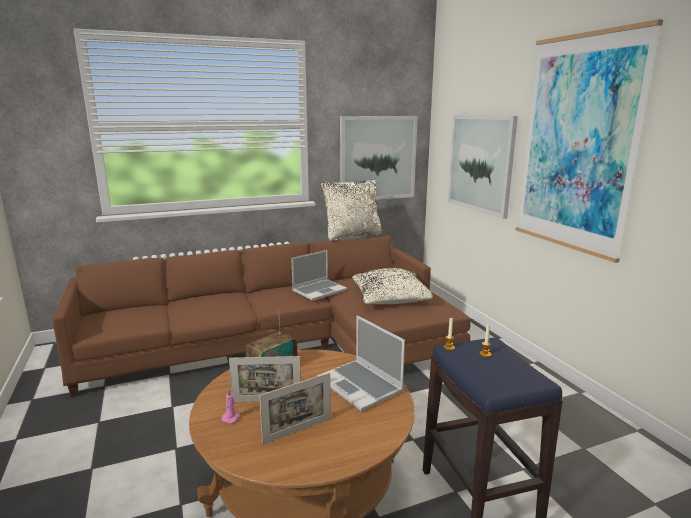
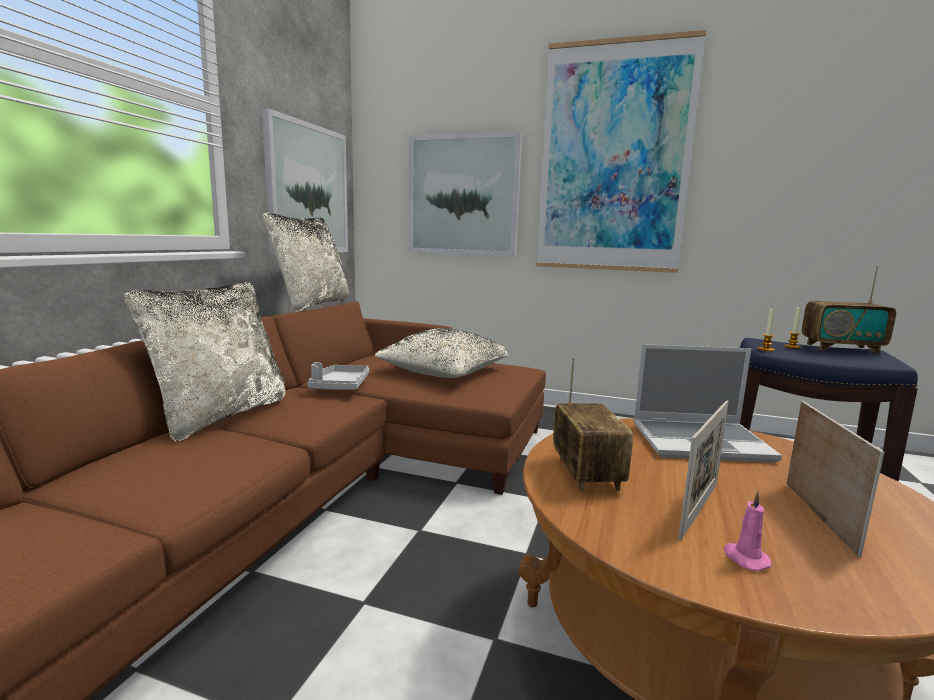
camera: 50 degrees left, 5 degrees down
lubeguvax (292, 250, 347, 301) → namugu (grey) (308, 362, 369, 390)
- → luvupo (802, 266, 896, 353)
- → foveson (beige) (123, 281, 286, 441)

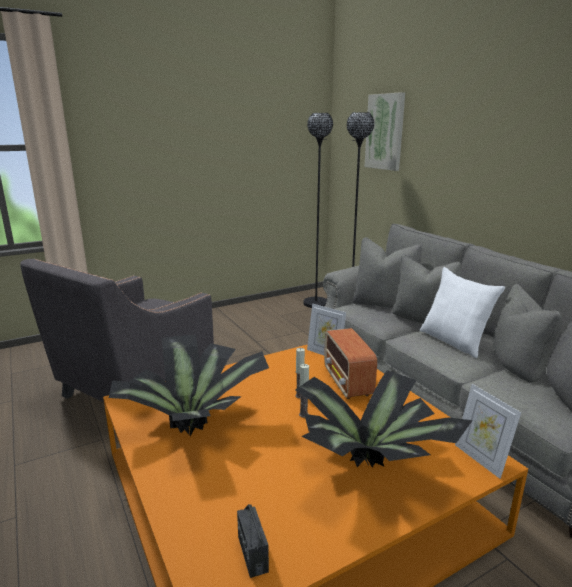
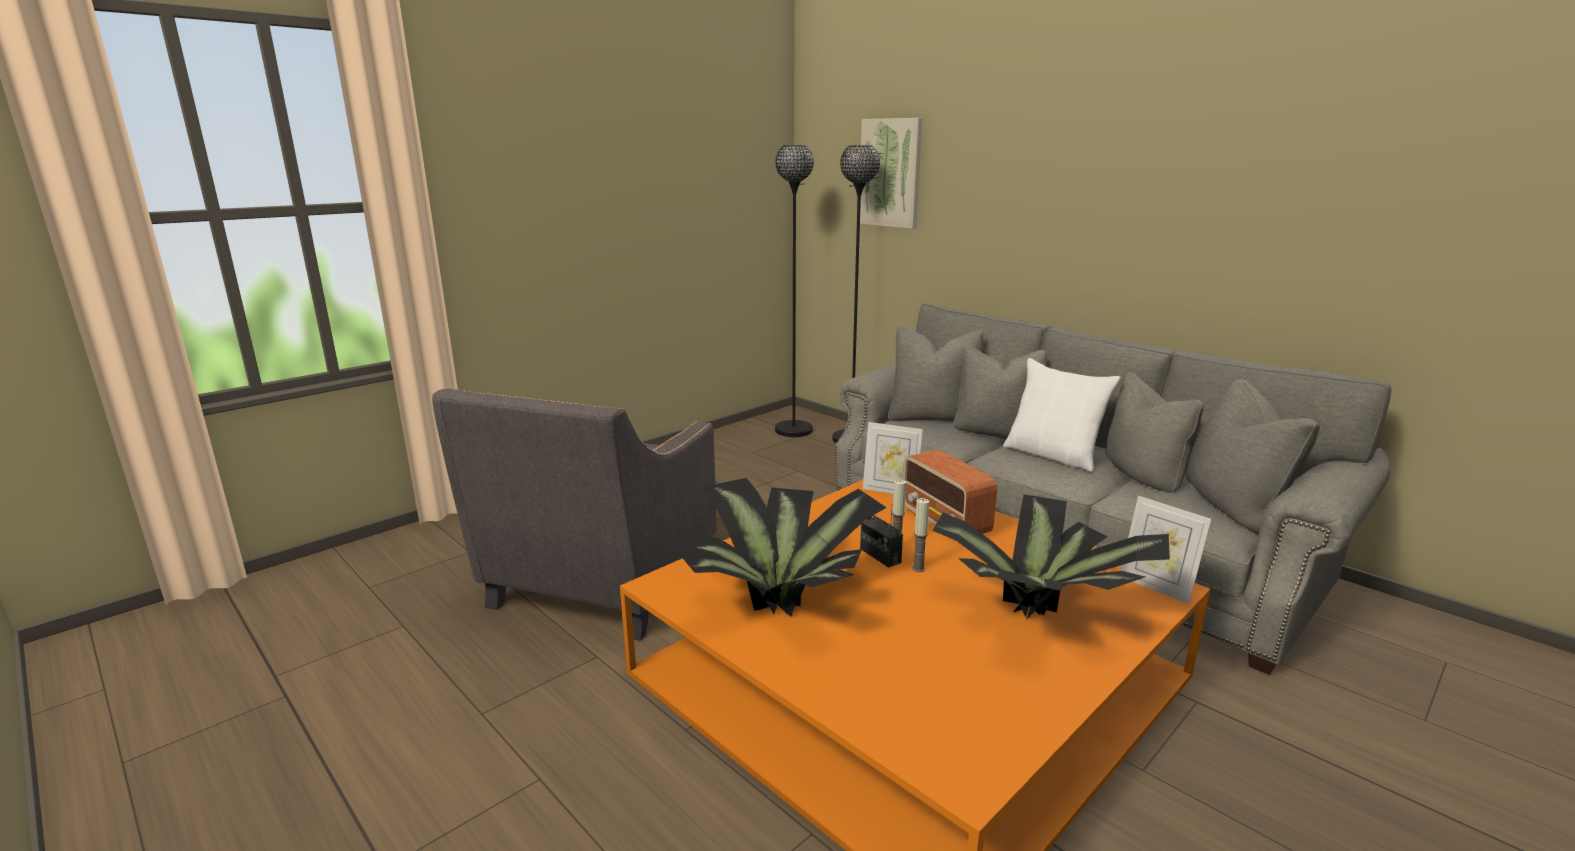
camera: 15 degrees left, 0 degrees up
luvupo (237, 504, 269, 578) → luvupo (860, 509, 903, 568), shifted

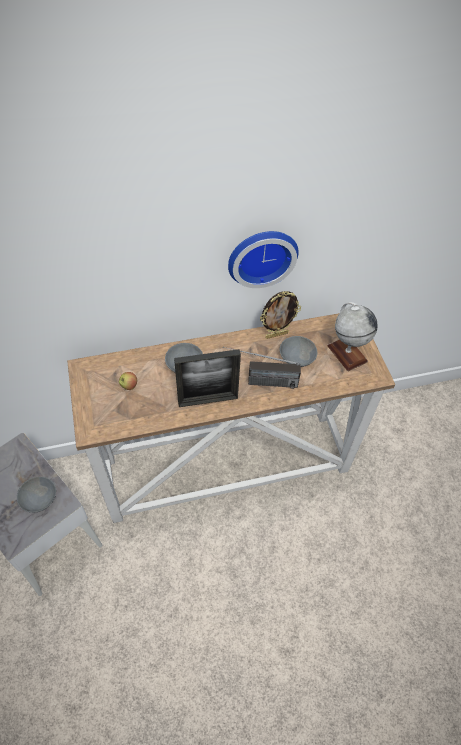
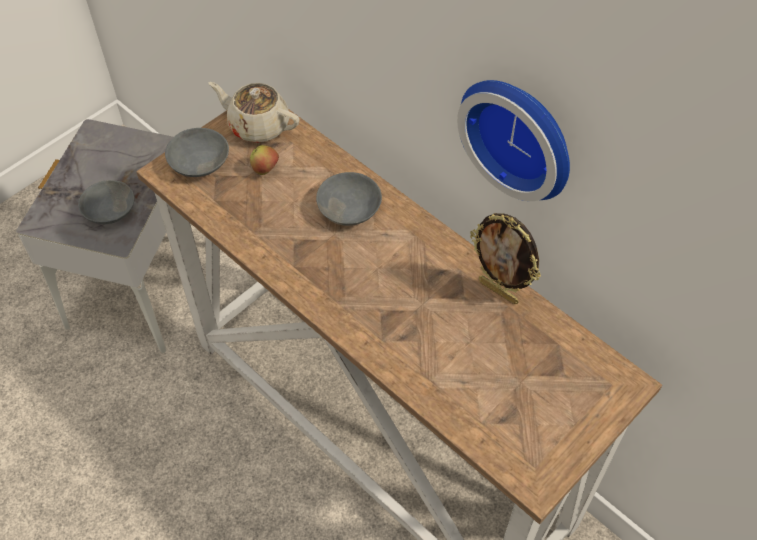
camera: 60 degrees right, 0 degrees up
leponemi (327, 302, 378, 371) → -
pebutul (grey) (280, 336, 317, 367) → pebutul (grey) (165, 128, 229, 177), shifted
luvupo (223, 347, 301, 389) → -
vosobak (174, 349, 241, 407) → -
- → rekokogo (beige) (208, 82, 300, 143)

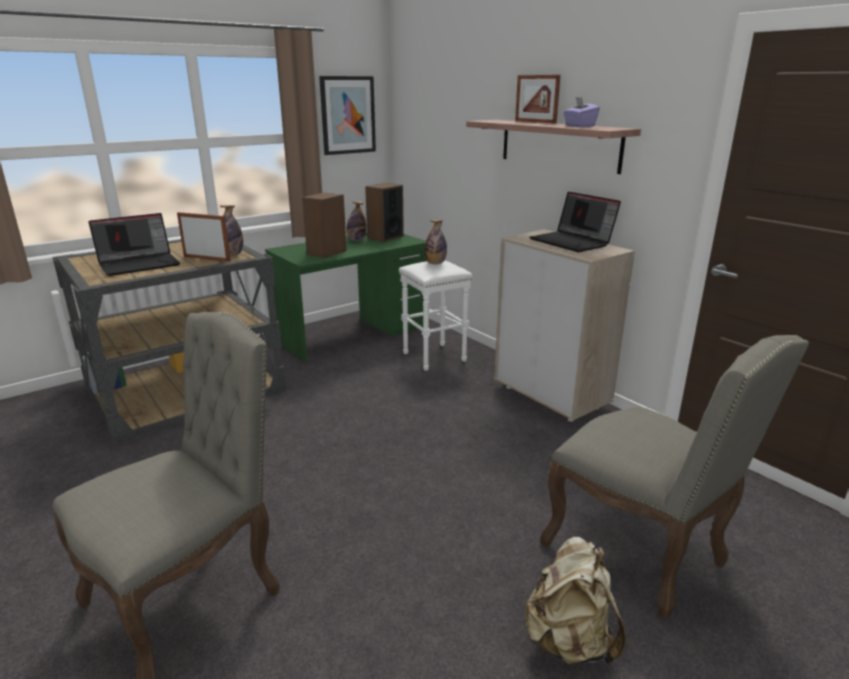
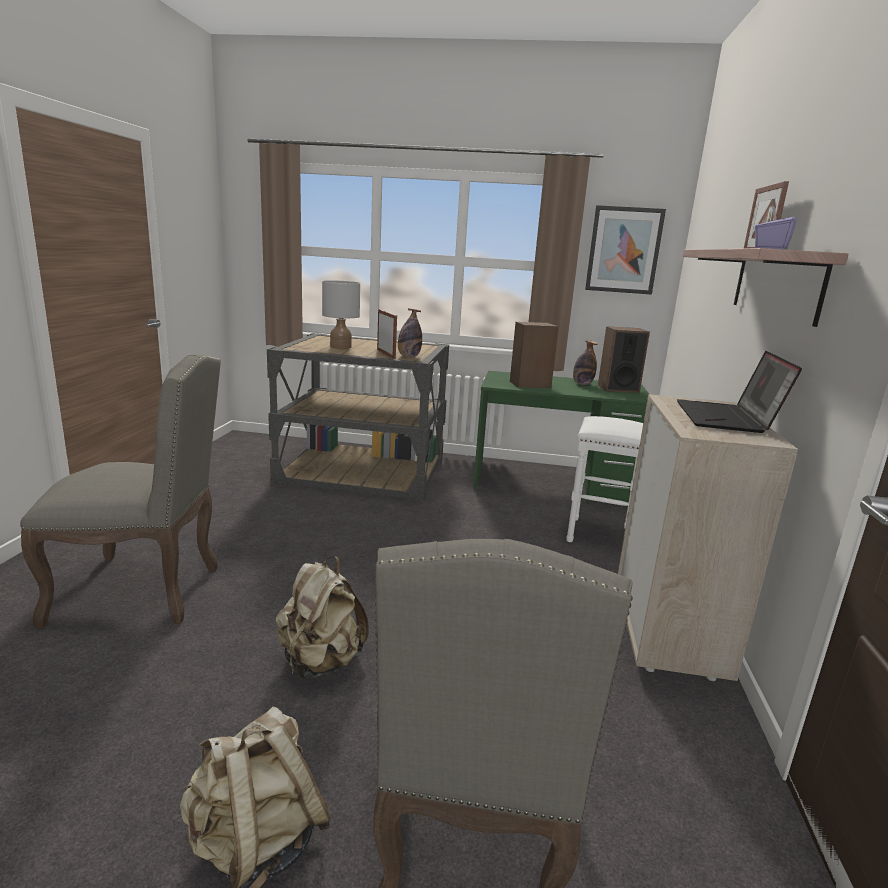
camera: 45 degrees right, 5 degrees down
lubeguvax (88, 213, 180, 276) → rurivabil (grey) (322, 280, 360, 349)
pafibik (425, 220, 447, 264) → -
- → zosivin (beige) (275, 557, 369, 680)

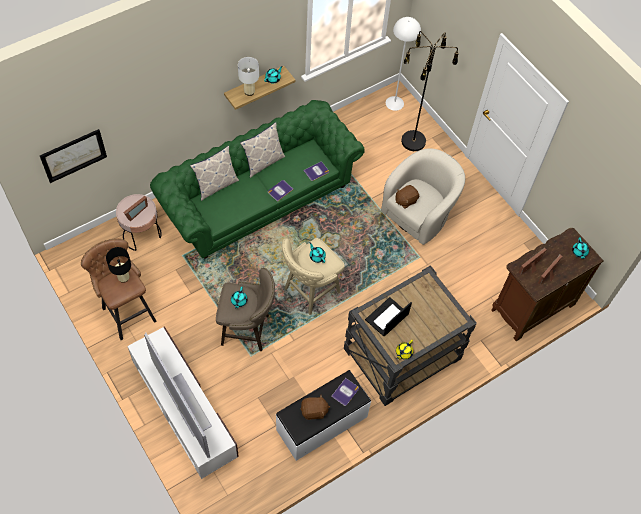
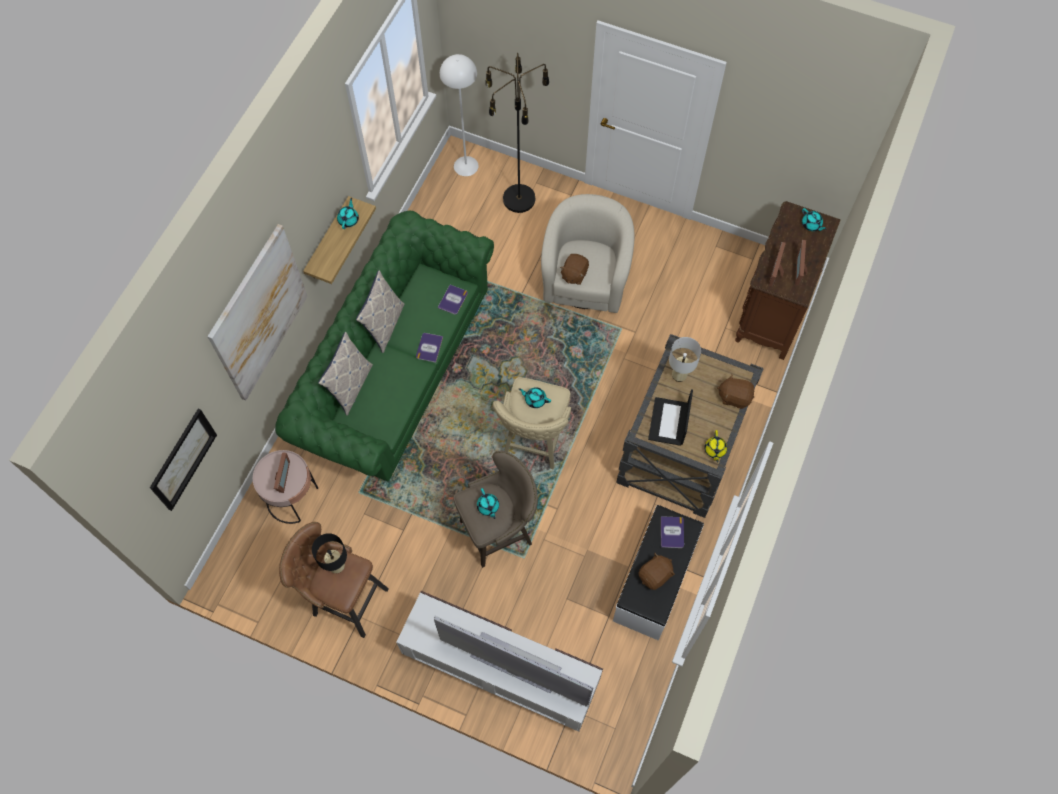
camera: 30 degrees left, 5 degrees up
rurivabil (white) (238, 57, 259, 96) → rurivabil (white) (669, 337, 701, 382), shifted
- → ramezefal (207, 224, 308, 401)
- → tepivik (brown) (717, 374, 754, 409)

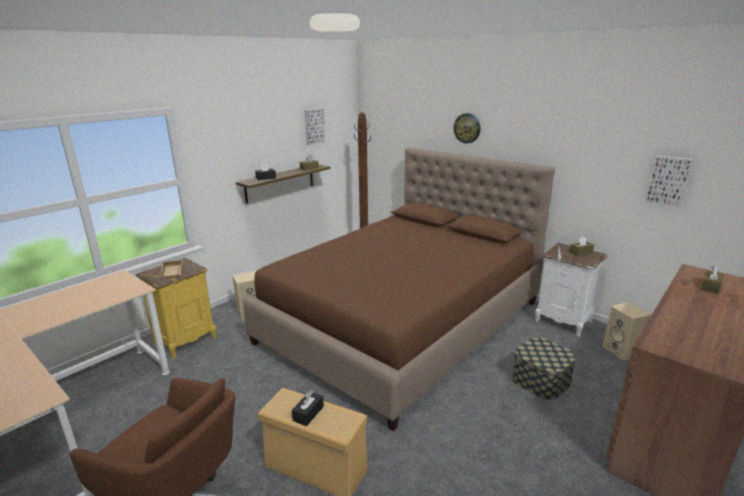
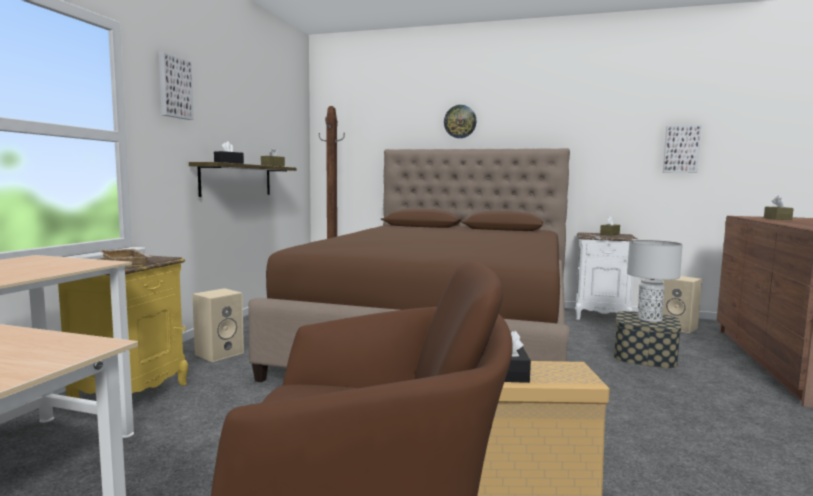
camera: 25 degrees left, 15 degrees down
ramezefal (305, 108, 325, 145) → ramezefal (159, 52, 194, 120), shifted
- → rurivabil (white) (627, 240, 683, 322)

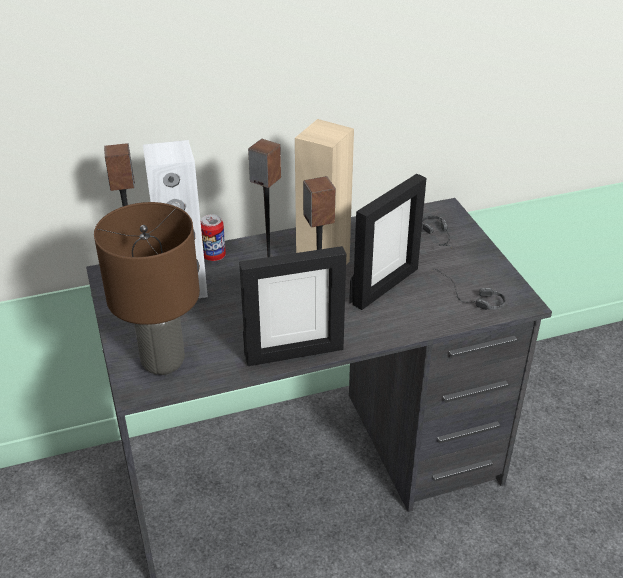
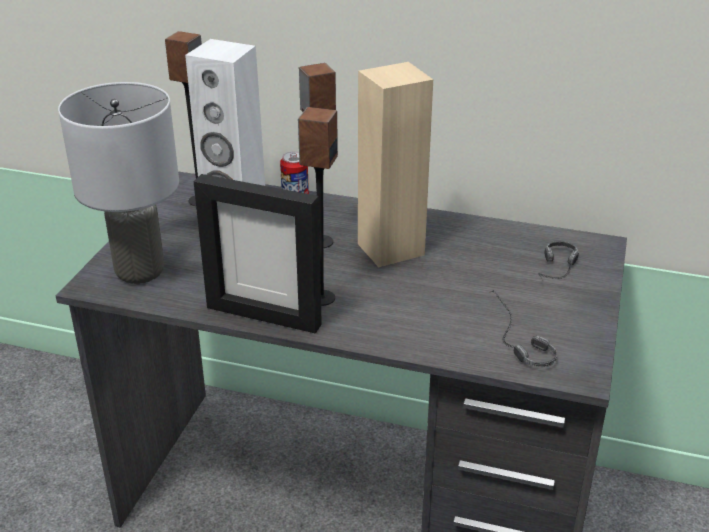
camera: 35 degrees right, 5 degrees down
vosobak (349, 174, 427, 310) → -
rurivabil (brown) (94, 202, 200, 375) → rurivabil (white) (58, 82, 179, 284)

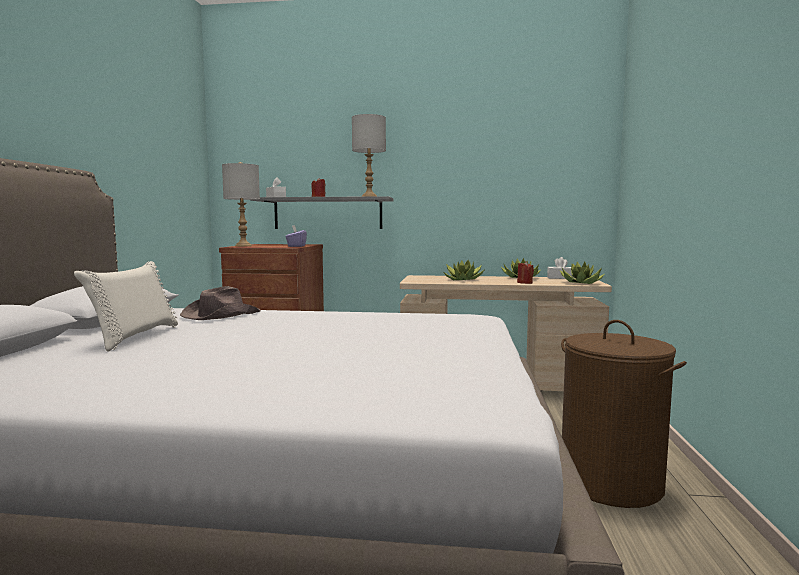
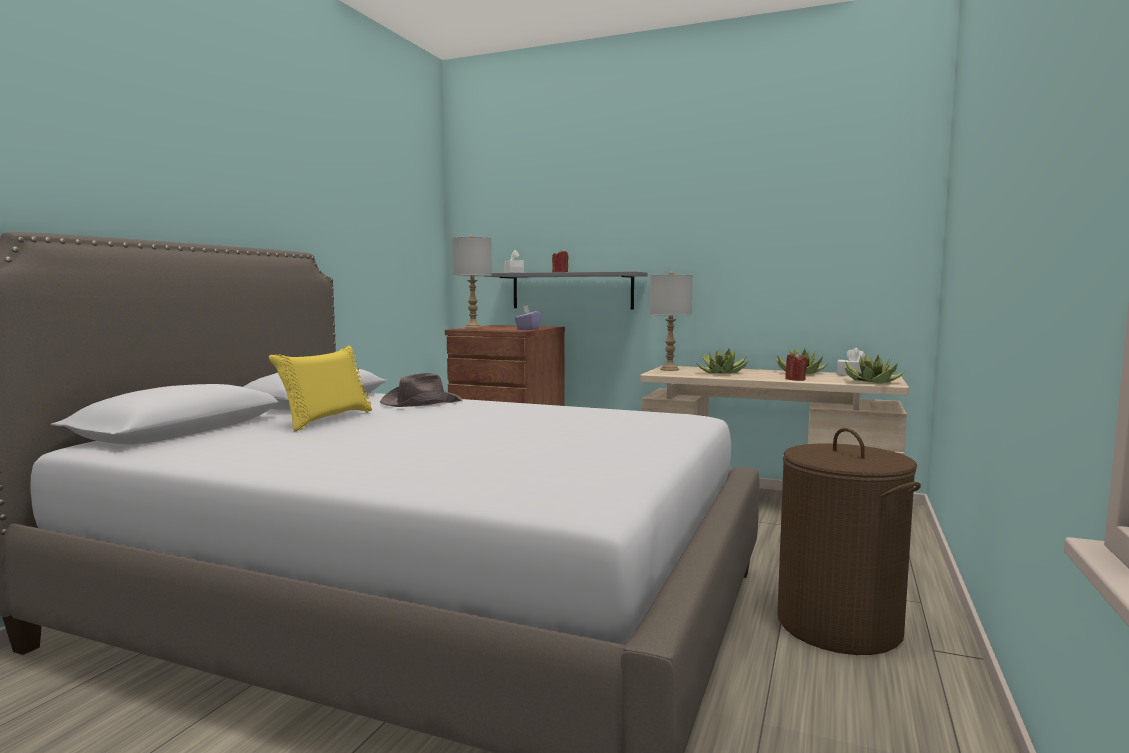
camera: 15 degrees right, 0 degrees up
rurivabil (grey) (352, 114, 386, 197) → rurivabil (grey) (650, 271, 693, 371), shifted
foveson (white) (74, 261, 178, 351) → foveson (yellow) (269, 346, 372, 431)

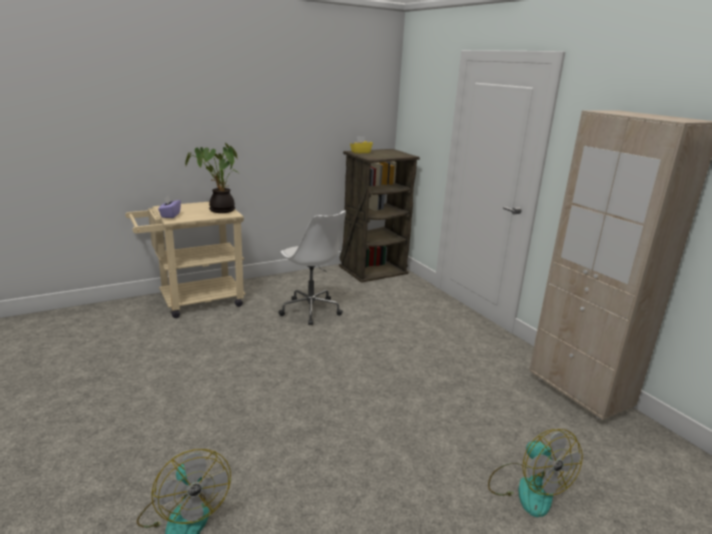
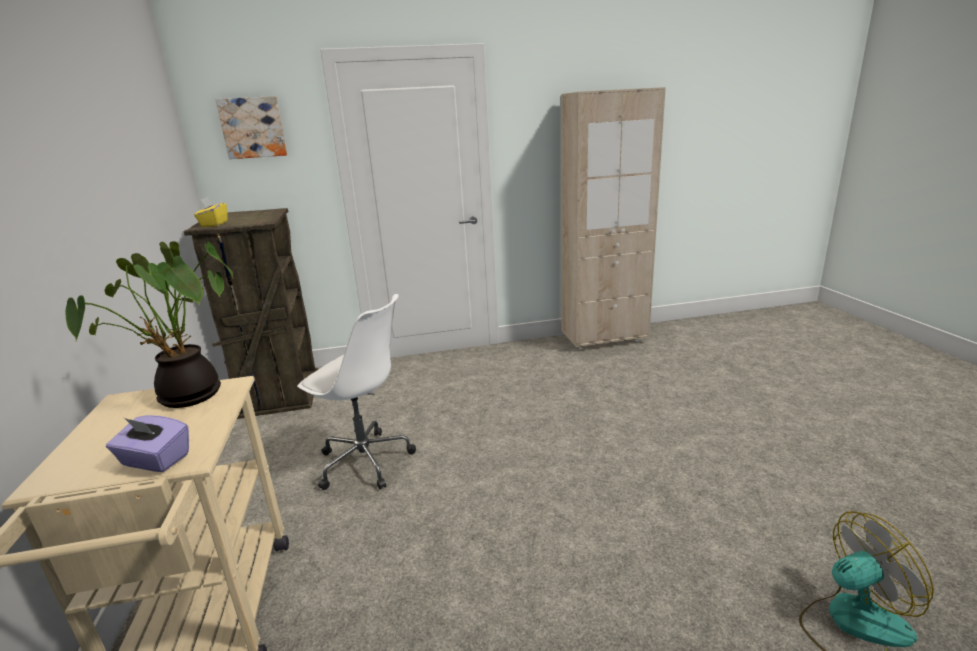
camera: 70 degrees left, 0 degrees up
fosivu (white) (278, 210, 346, 325) → fosivu (white) (297, 294, 416, 490), 45 degrees clockwise
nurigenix (488, 429, 583, 517) → -
- → ramezefal (216, 96, 287, 159)

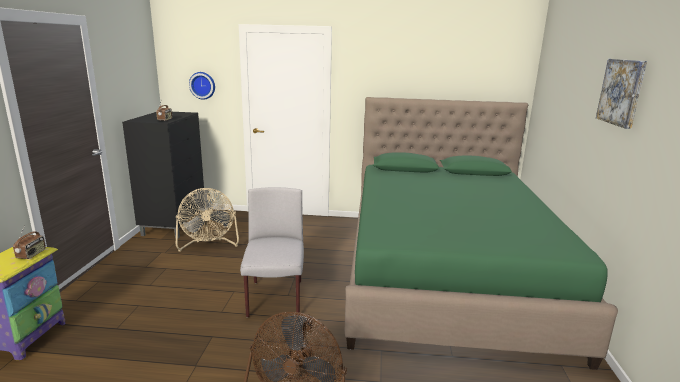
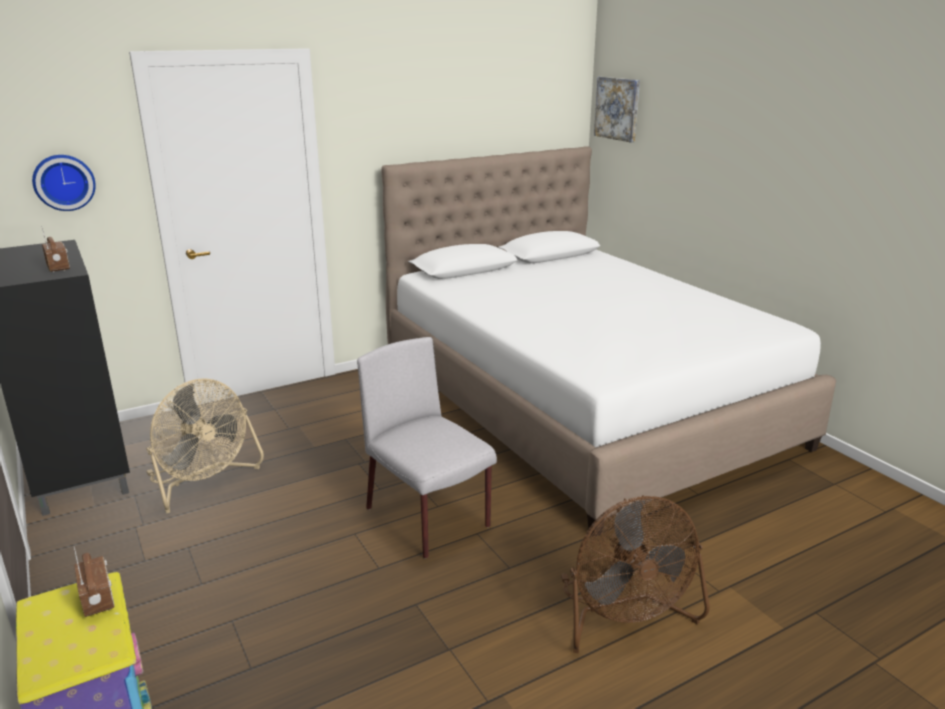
camera: 35 degrees left, 5 degrees up
ramezefal (596, 59, 647, 129) → ramezefal (594, 77, 640, 143), shifted
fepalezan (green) (345, 97, 618, 370) → fepalezan (white) (381, 146, 836, 537)

